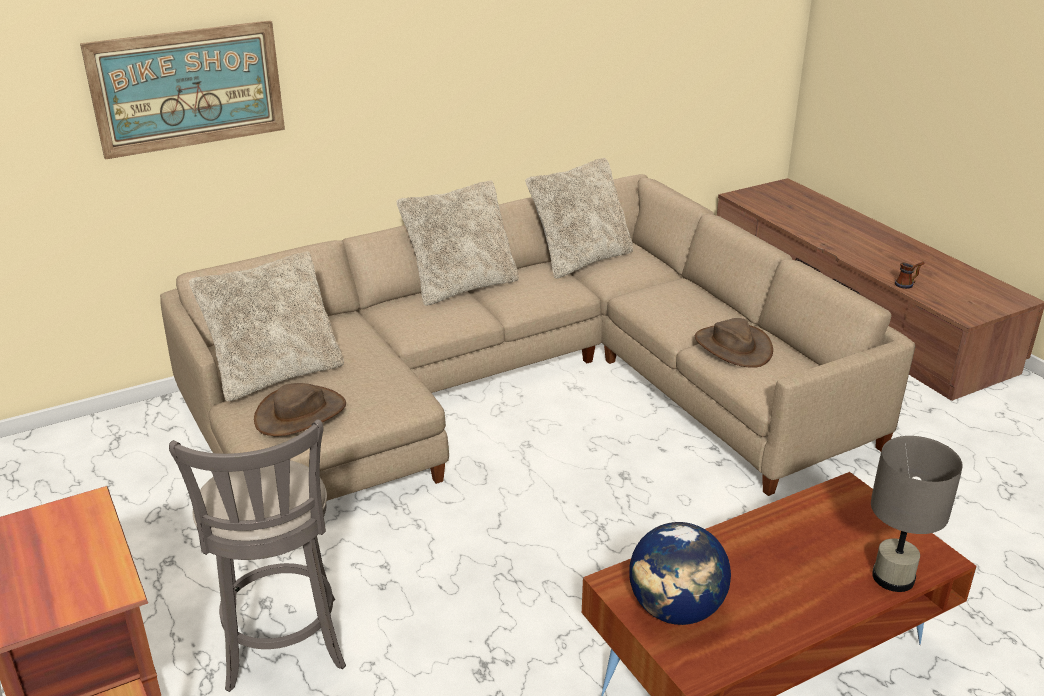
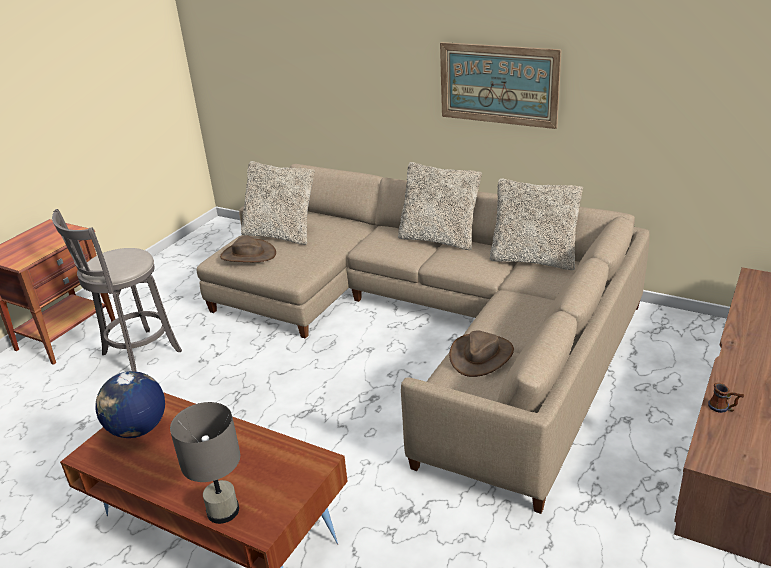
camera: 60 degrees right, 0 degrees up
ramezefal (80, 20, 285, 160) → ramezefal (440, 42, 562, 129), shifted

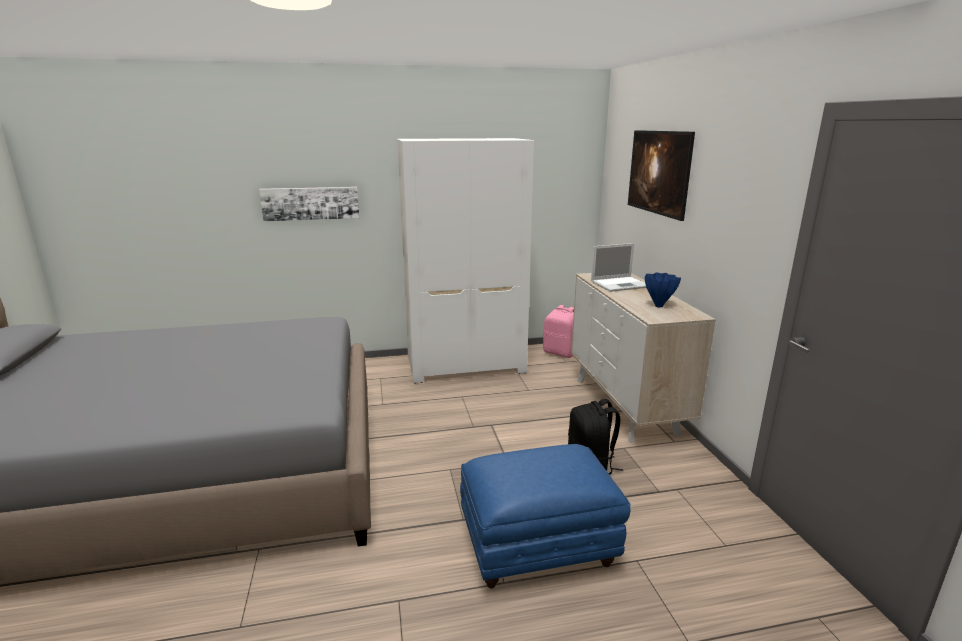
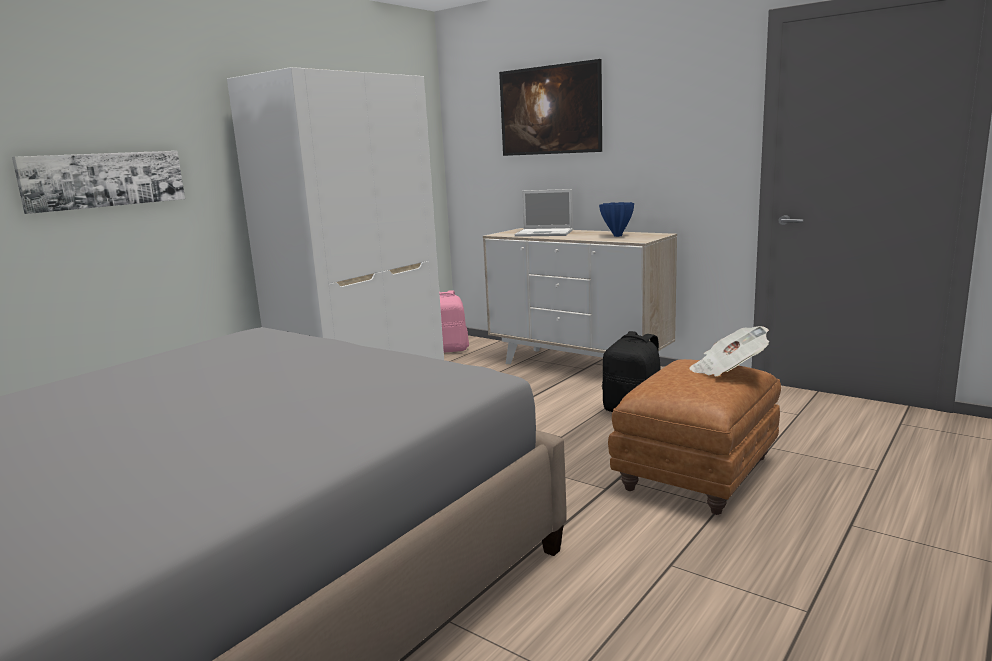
camera: 40 degrees left, 5 degrees down
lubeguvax (591, 243, 646, 292) → lubeguvax (514, 189, 573, 237), 75 degrees clockwise
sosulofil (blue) (460, 444, 631, 588) → sosulofil (brown) (608, 359, 781, 515)
- → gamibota (690, 326, 769, 376)

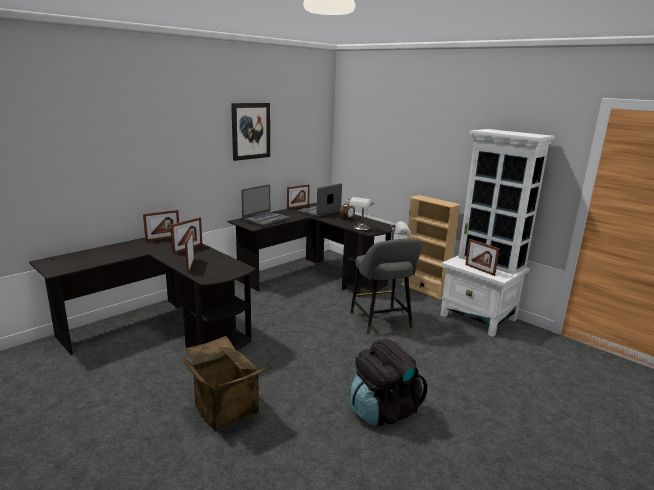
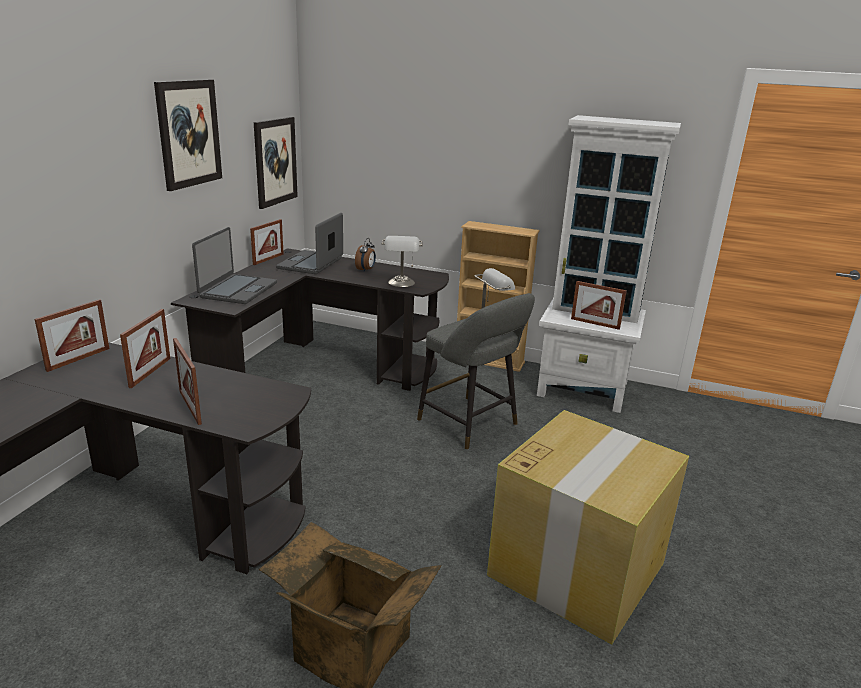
camera: 25 degrees left, 5 degrees up
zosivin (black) (350, 339, 427, 426) → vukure (487, 410, 689, 645)
- → ramezefal (254, 117, 298, 209)

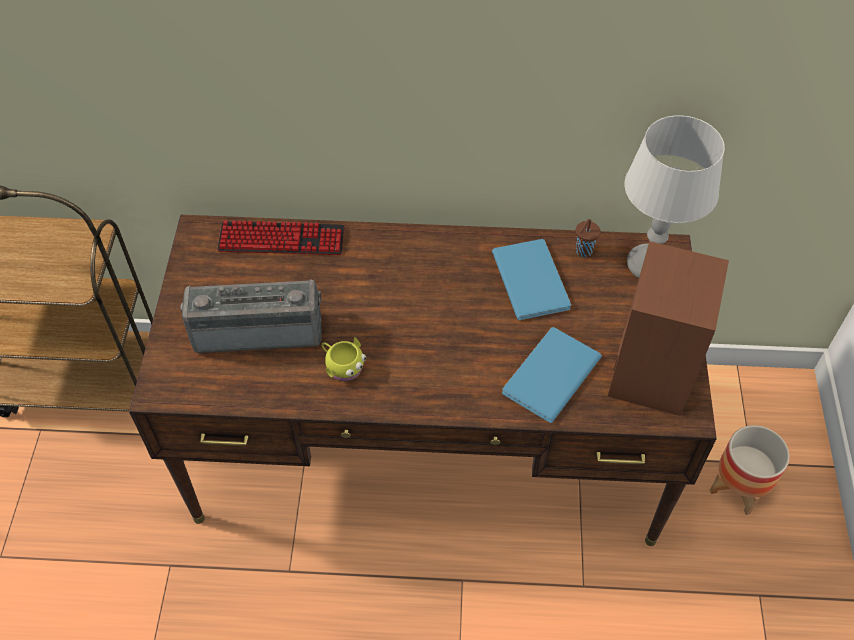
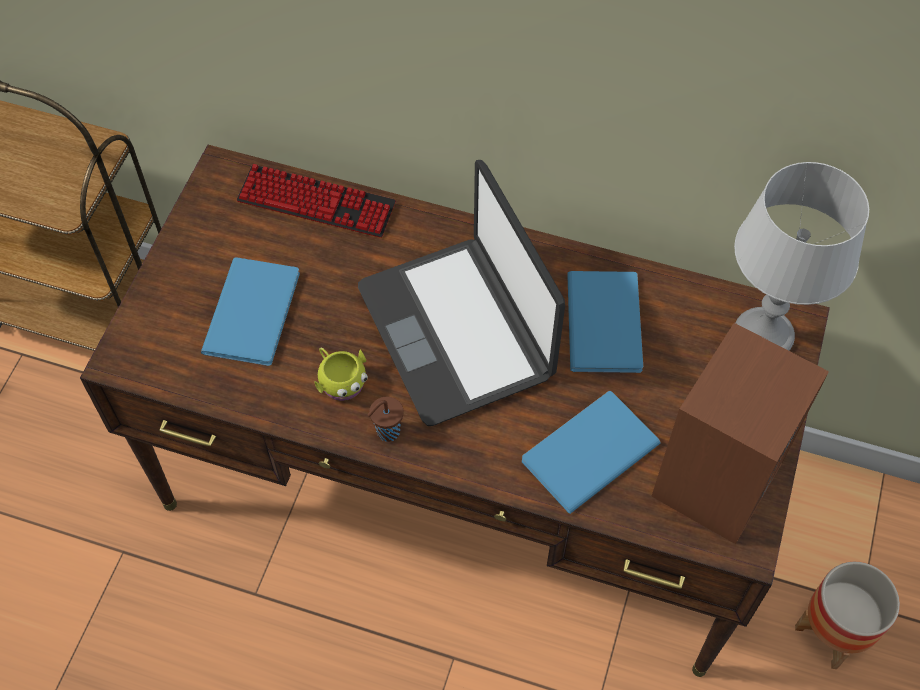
camera: 15 degrees right, 5 degrees up
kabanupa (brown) (576, 219, 600, 257) → kabanupa (brown) (367, 397, 404, 442), shifted
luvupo (180, 279, 322, 353) → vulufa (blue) (201, 257, 300, 366)
- → lubeguvax (358, 160, 565, 426)

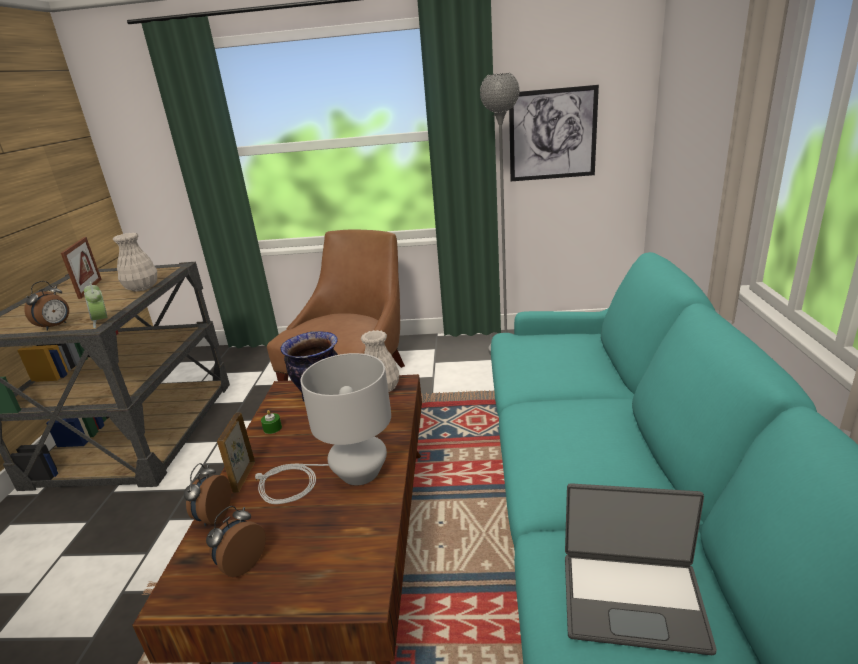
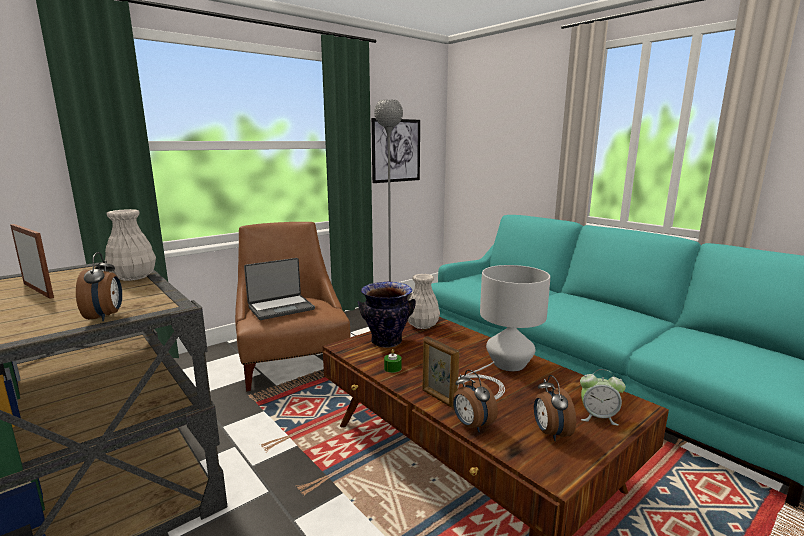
camera: 45 degrees left, 10 degrees down
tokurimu (84, 282, 107, 328) → tokurimu (580, 369, 626, 426), shifted
lubeguvax (565, 483, 717, 655) → lubeguvax (244, 258, 315, 320), shifted

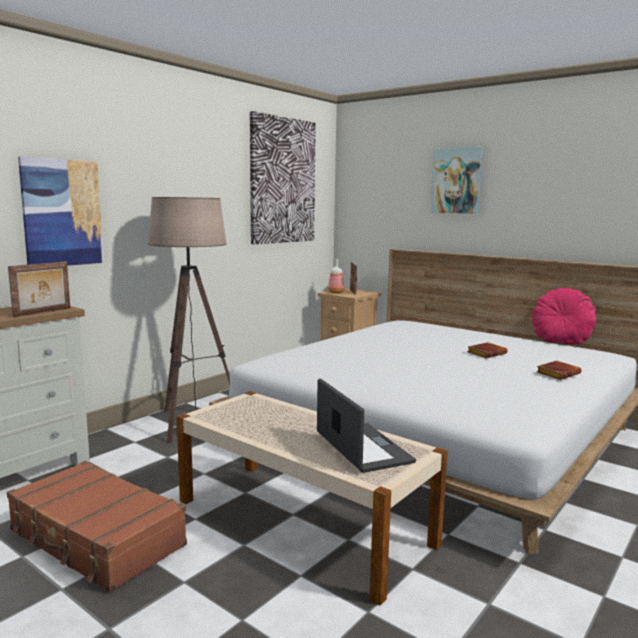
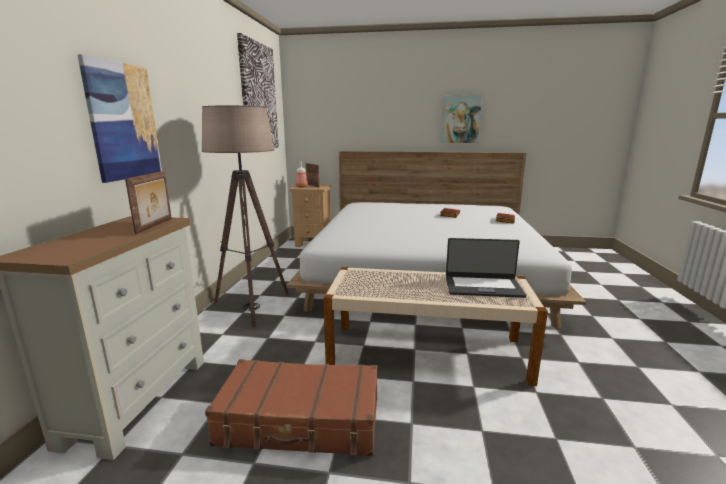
camera: 30 degrees left, 5 degrees up
ramezefal (430, 147, 484, 214) → ramezefal (442, 95, 482, 143), shifted
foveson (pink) (532, 288, 596, 345) → -
lubeguvax (317, 379, 416, 473) → lubeguvax (446, 238, 526, 298), 150 degrees clockwise

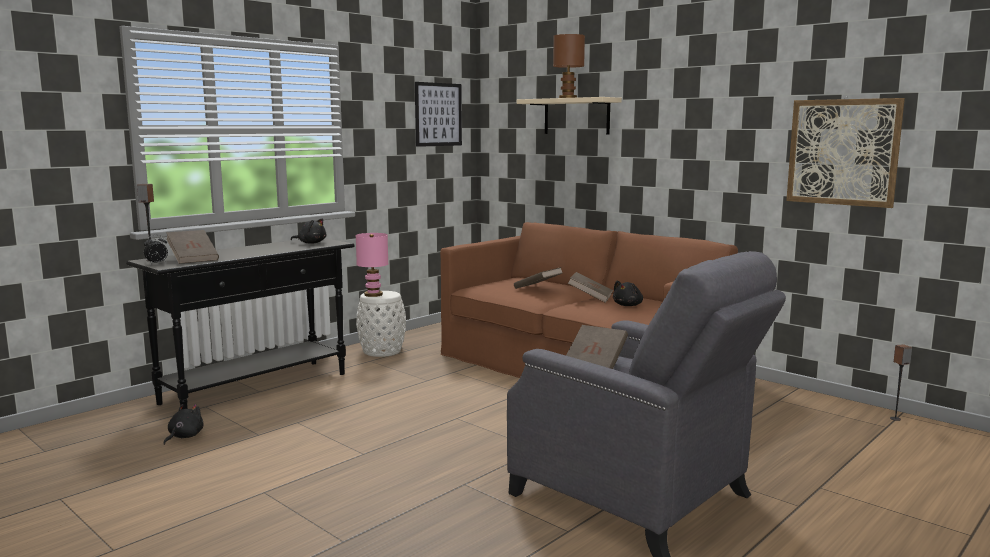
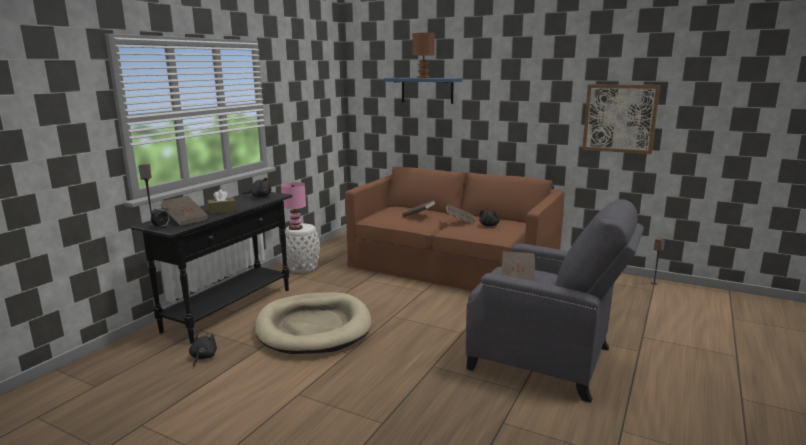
camera: 15 degrees left, 5 degrees up
ramezefal (415, 82, 462, 147) → -
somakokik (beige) (517, 97, 622, 135) → somakokik (blue) (384, 78, 462, 104)
- → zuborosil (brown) (207, 190, 237, 214)
- → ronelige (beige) (255, 292, 372, 354)

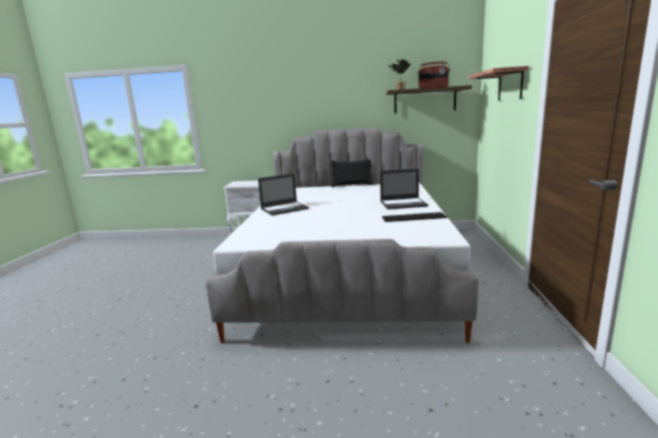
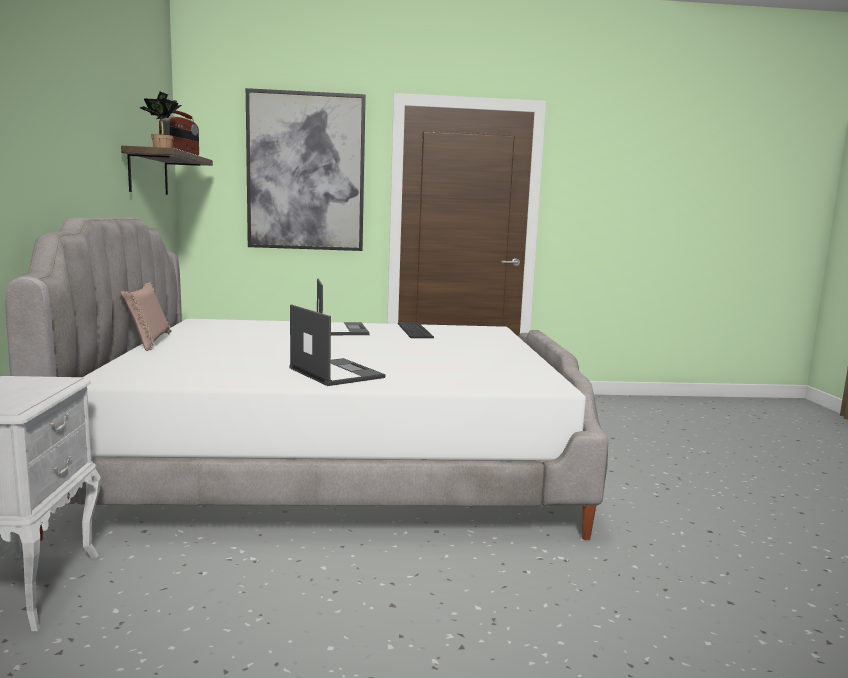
camera: 100 degrees left, 5 degrees down
somakokik (468, 66, 529, 101) → ramezefal (246, 88, 366, 251)
foveson (black) (330, 159, 373, 187) → foveson (beige) (120, 282, 171, 351)

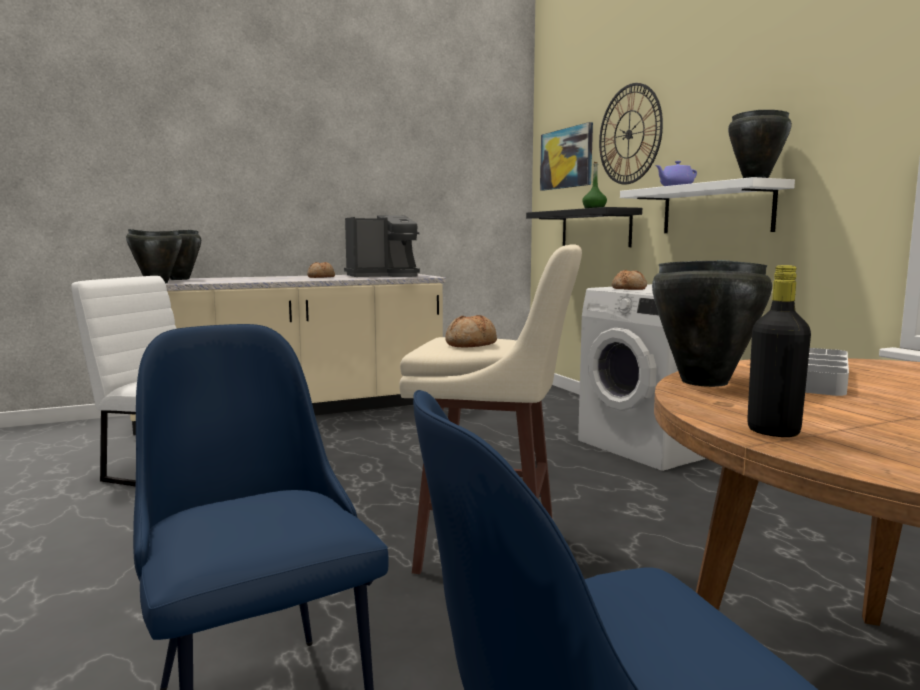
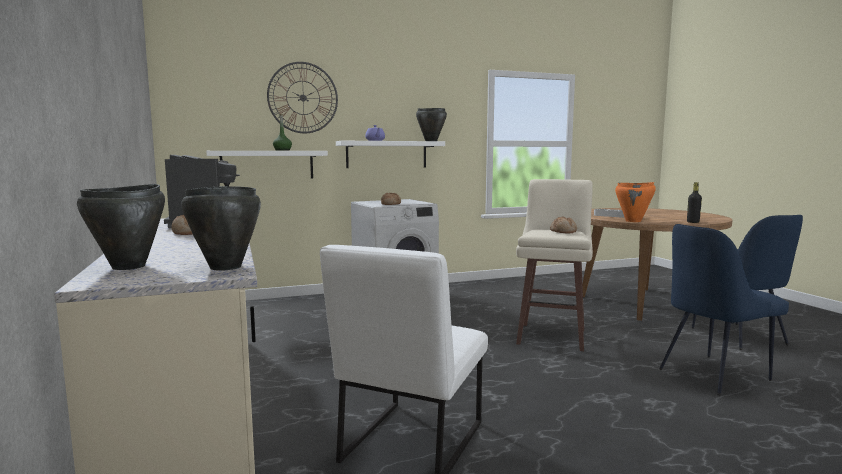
camera: 85 degrees left, 0 degrees up
ramezefal (540, 122, 593, 191) → -
somakokik (black) (526, 207, 642, 247) → somakokik (white) (206, 151, 328, 178)
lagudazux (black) (652, 260, 772, 387) → lagudazux (orange) (615, 182, 656, 222)

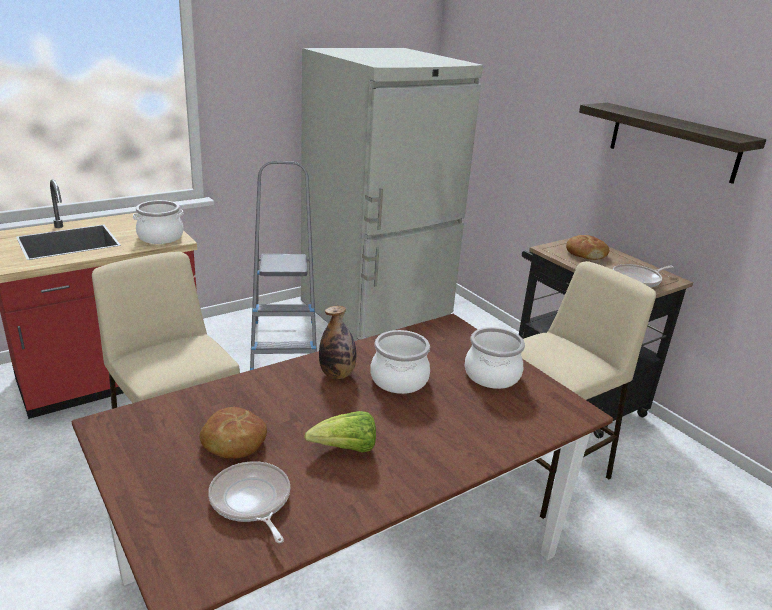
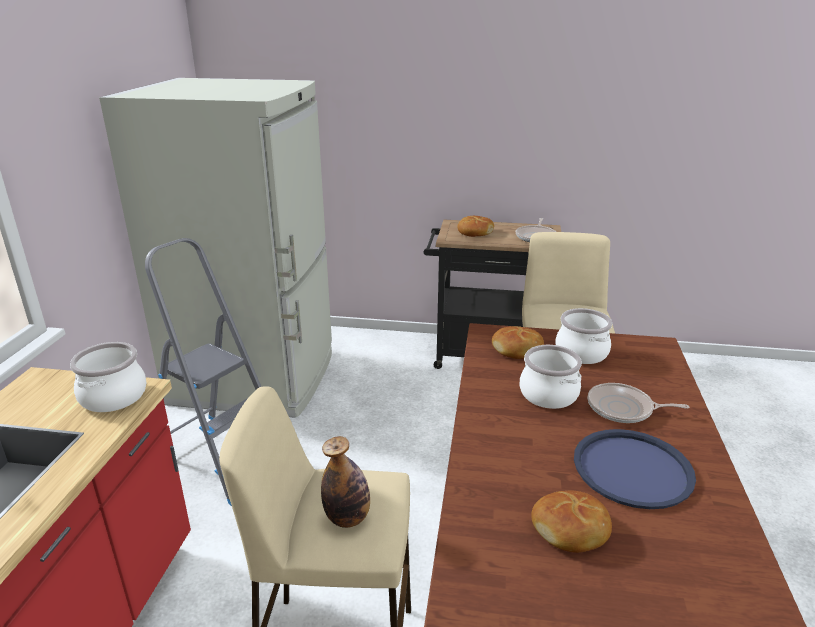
camera: 45 degrees left, 0 degrees up
somakokik (579, 103, 766, 184) → -
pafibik (319, 306, 357, 379) → pafibik (321, 436, 370, 528), shifted
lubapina (304, 411, 376, 452) → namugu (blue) (574, 429, 696, 509)
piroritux (208, 461, 290, 543) → piroritux (588, 383, 689, 423), shifted
- → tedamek (492, 326, 544, 359)

